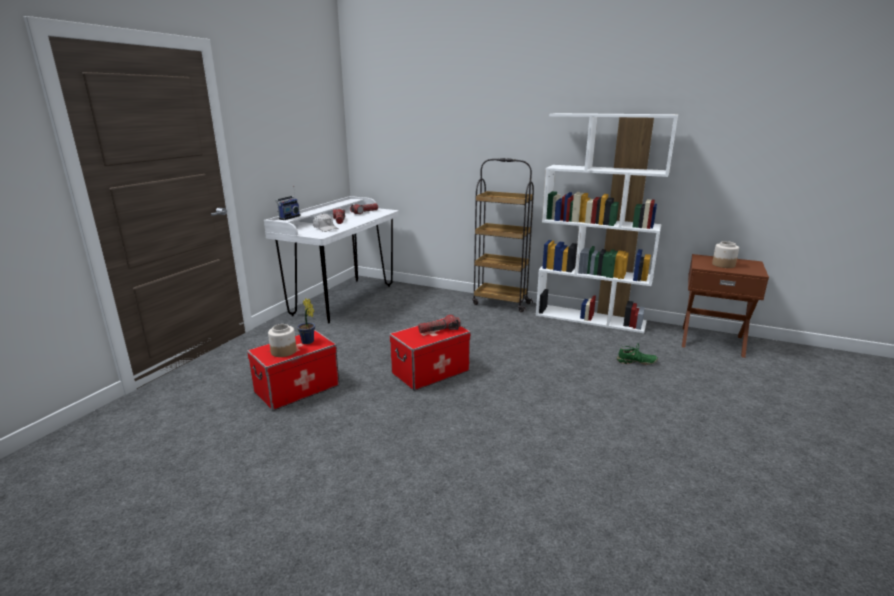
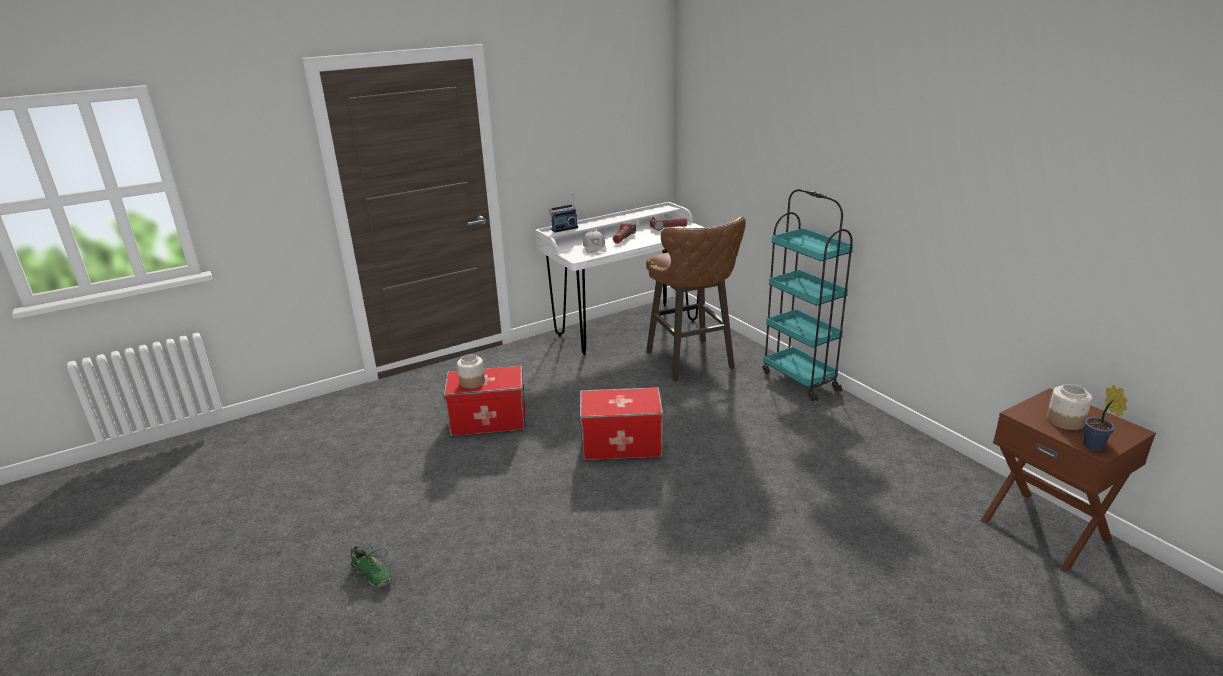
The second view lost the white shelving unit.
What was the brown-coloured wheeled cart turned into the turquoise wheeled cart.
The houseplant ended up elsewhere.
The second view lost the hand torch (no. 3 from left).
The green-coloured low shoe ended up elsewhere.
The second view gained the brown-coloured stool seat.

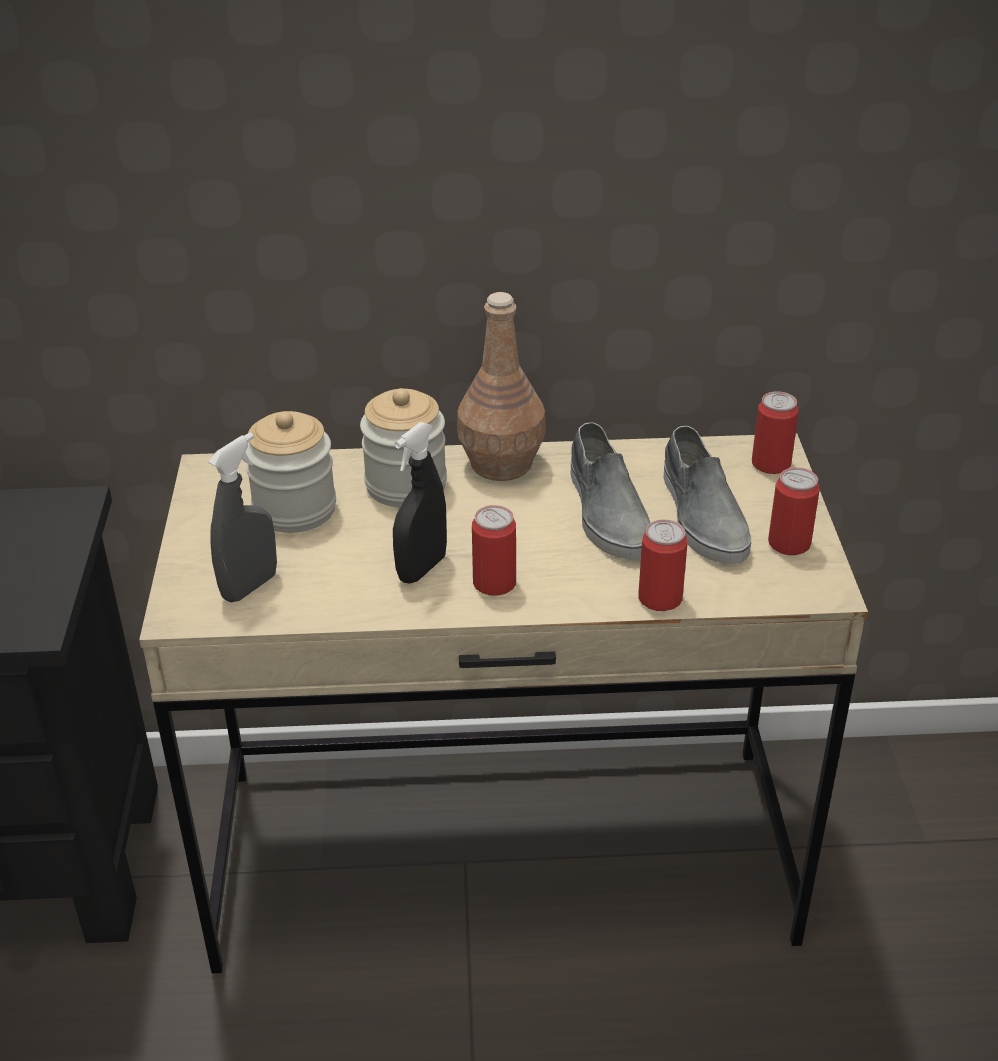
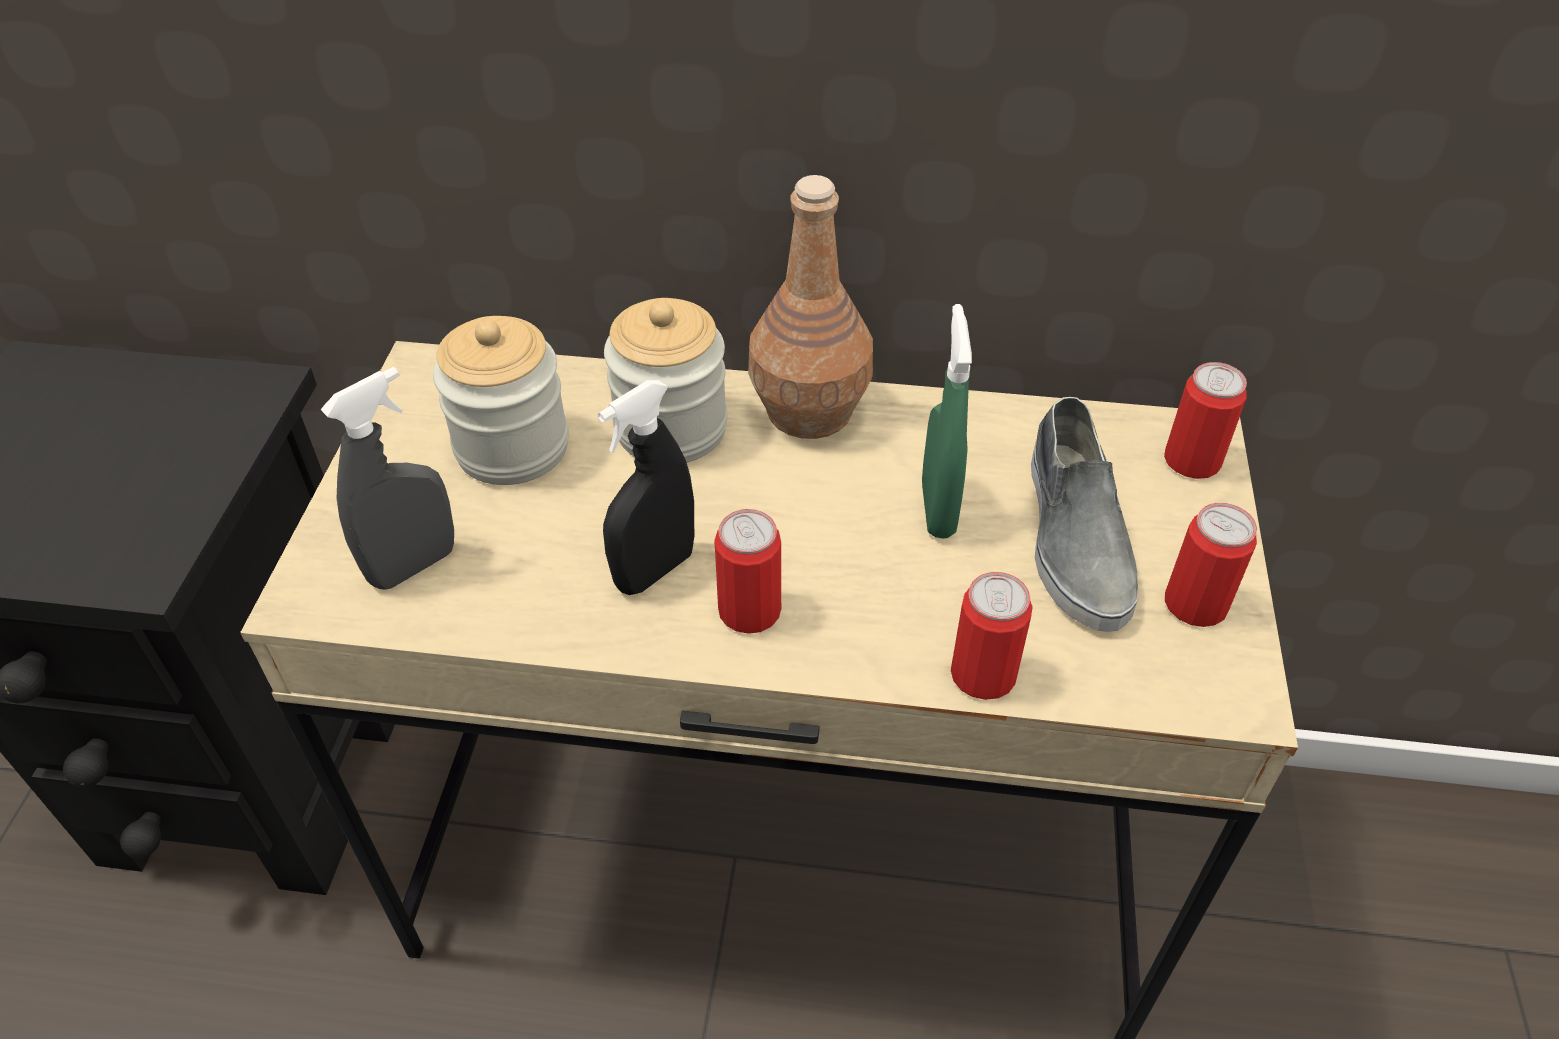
Where the gray low shoe (no. 1 from left) stood, the green-coloured hand sprayer came to stand.

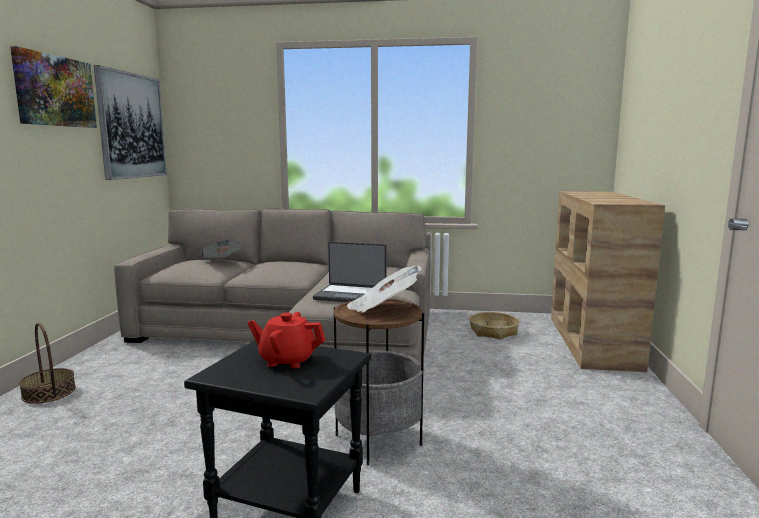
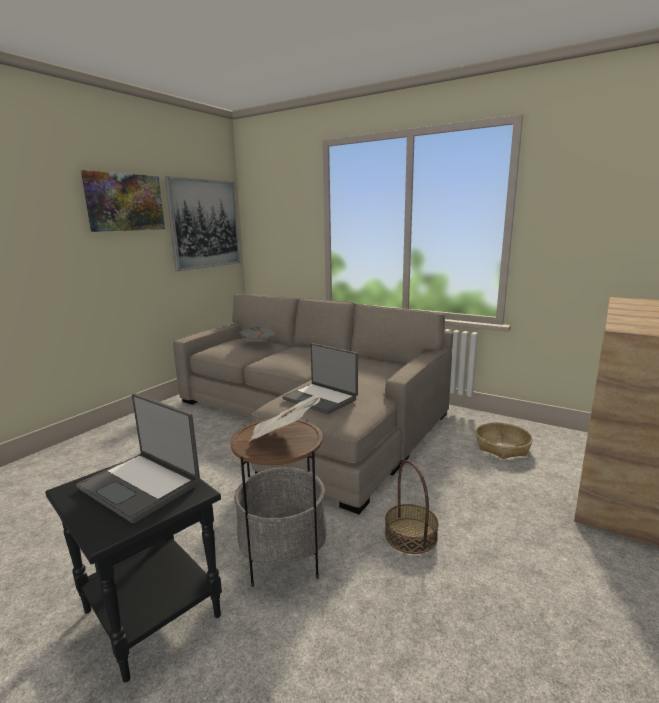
Where the red pot for tea stood, the notebook computer (no. 1 from left) came to stand.
The household basket (no. 1 from left) ended up elsewhere.

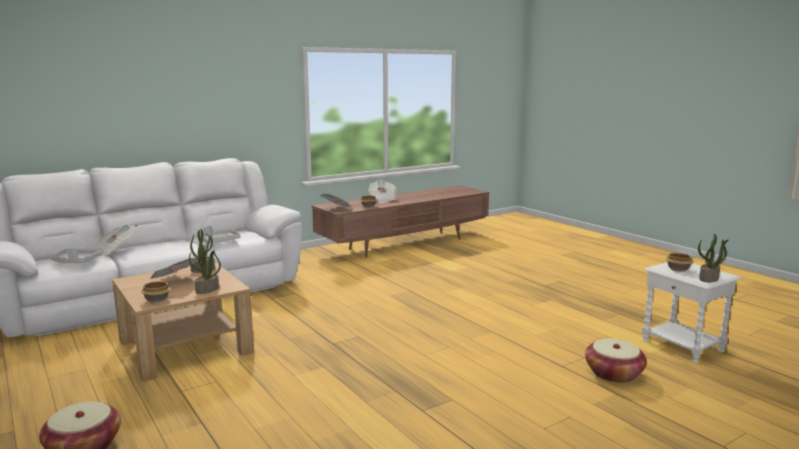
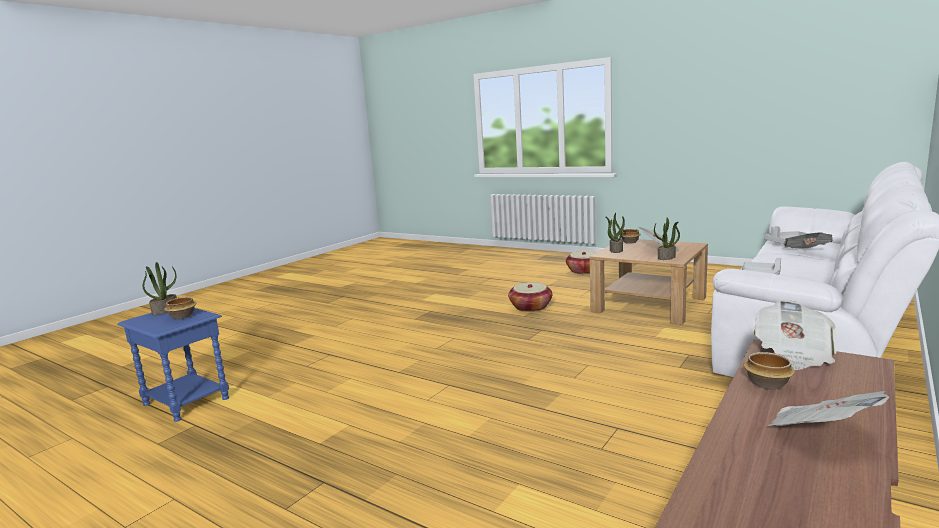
What was the white side table turned into the blue-coloured side table.
The household basket (no. 2 from left in the first image) ended up elsewhere.

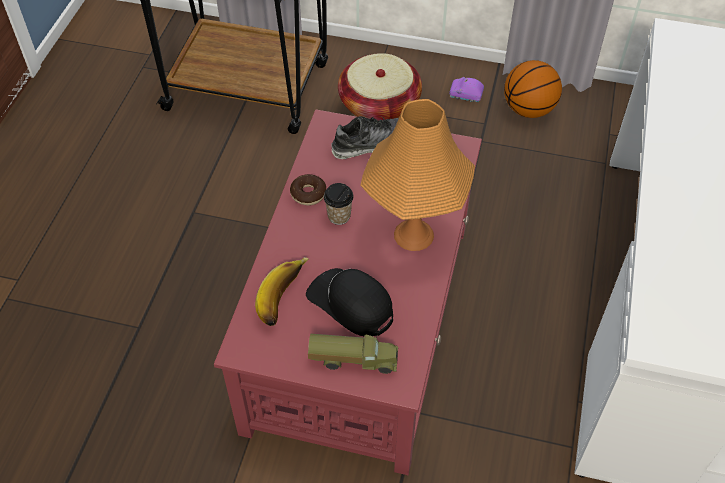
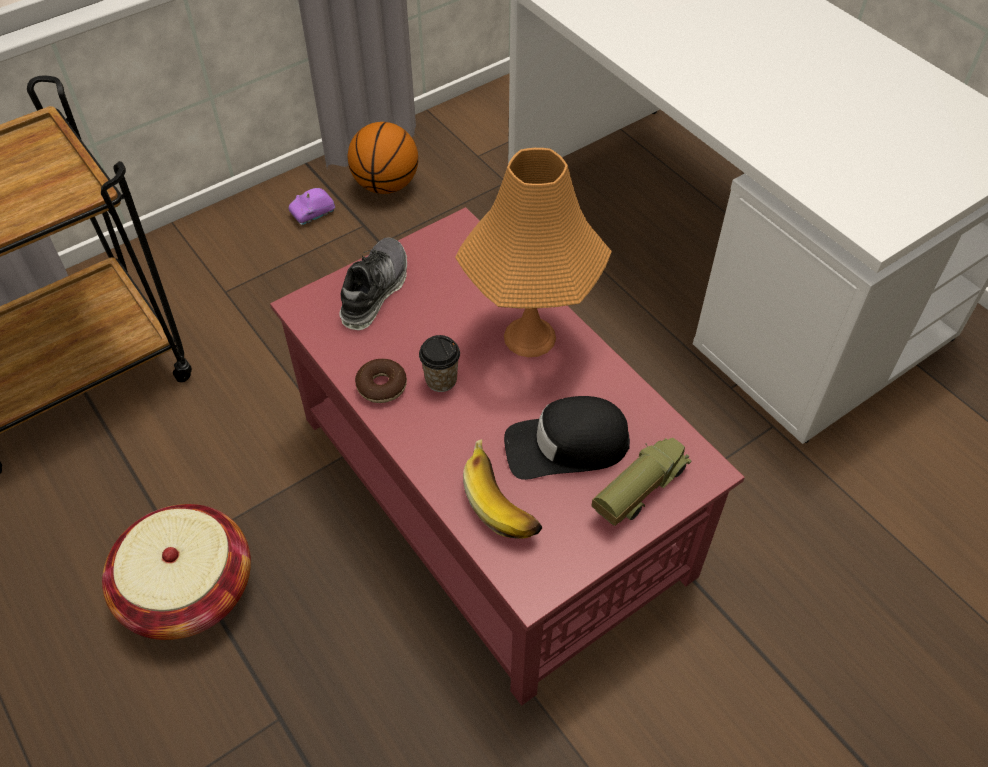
The household basket ended up elsewhere.

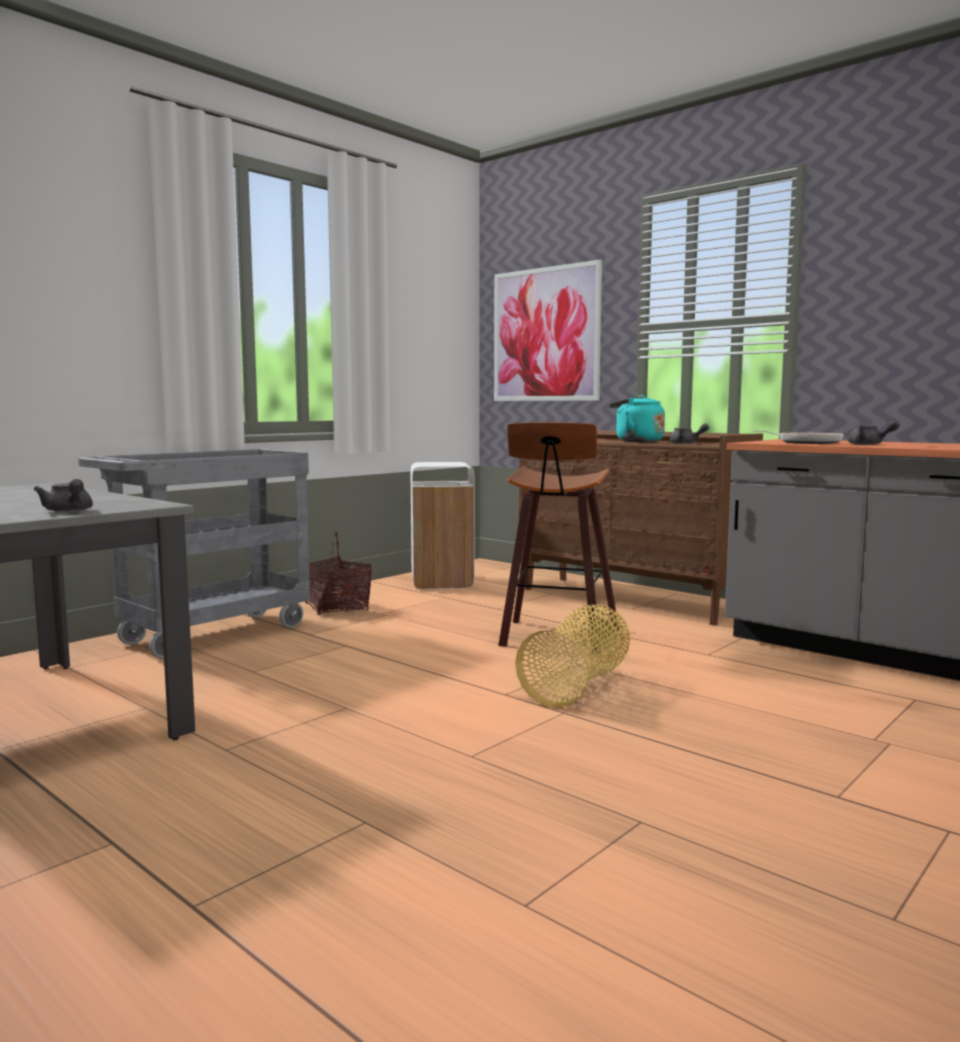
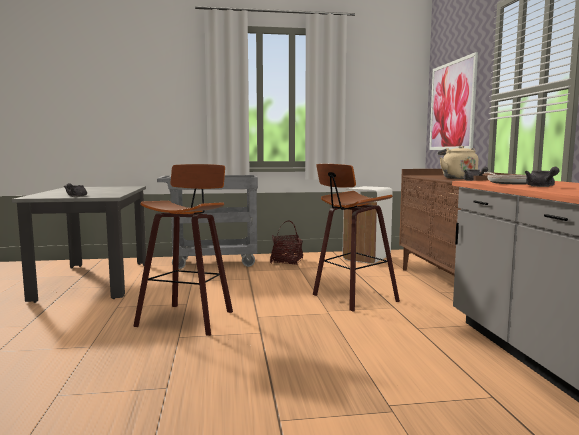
What was the turquoise kettle turned into the beige-coloured kettle.
The second view lost the household basket (no. 2 from left).
The second view gained the stool seat (no. 1 from left).

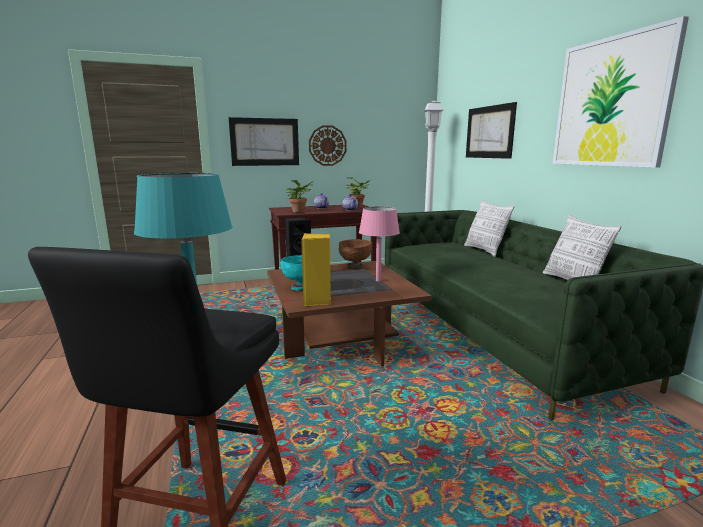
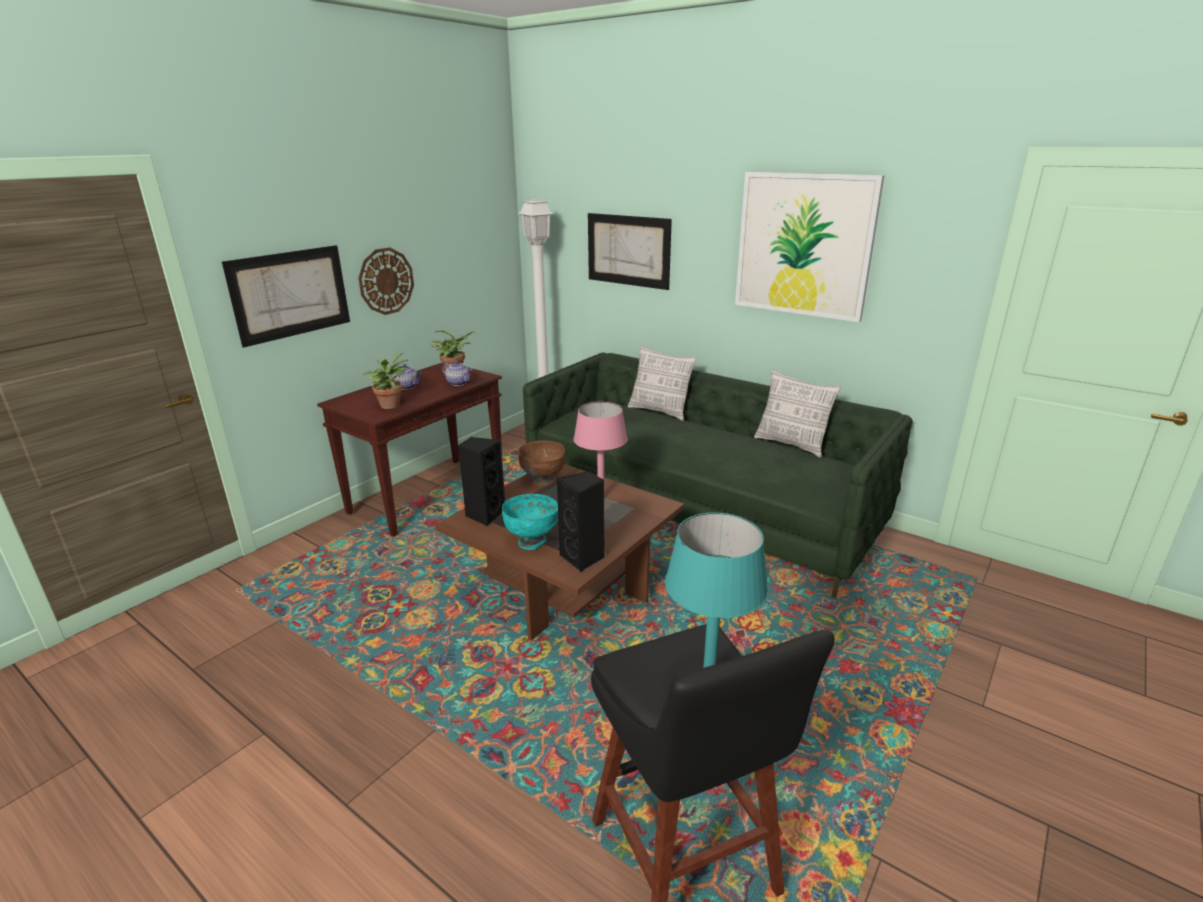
What was the yellowish speaker turned into the blackish speaker (no. 2 from left).

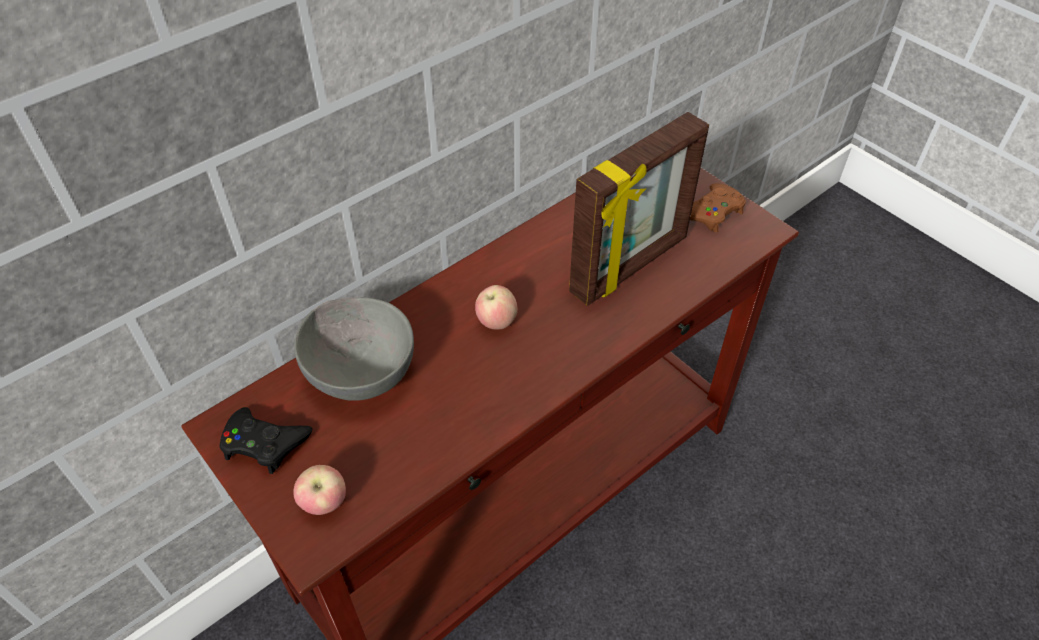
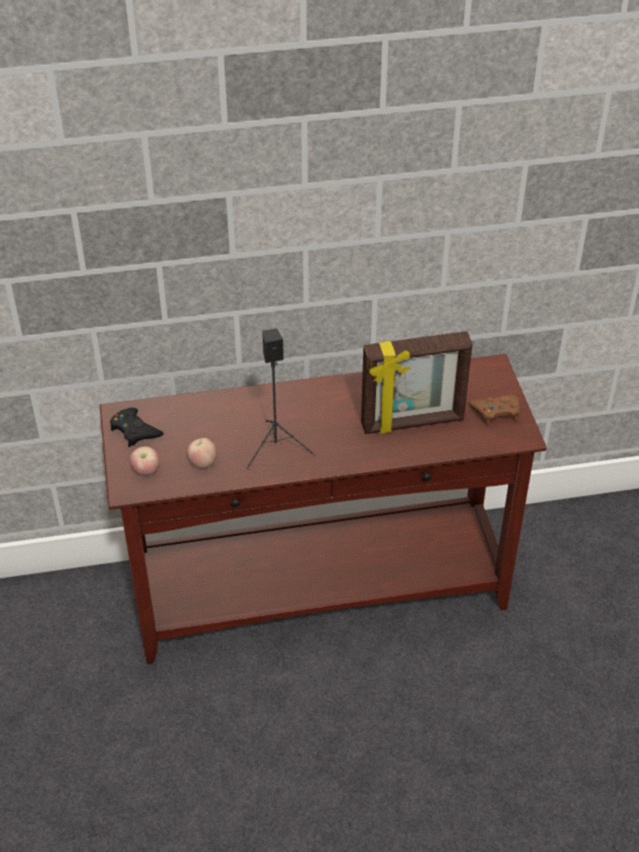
The apple (no. 2 from left) ended up elsewhere.
The second view lost the gray serving bowl.
The second view gained the blackish speaker.

